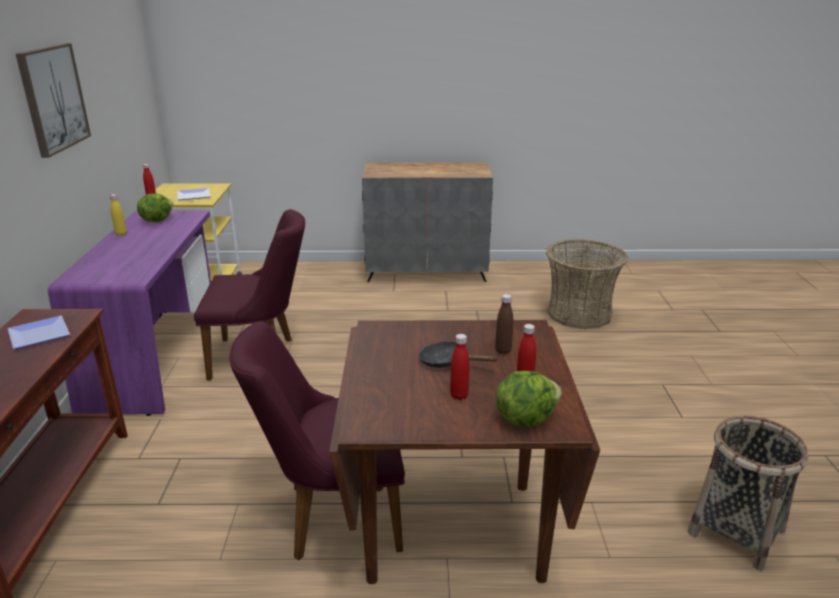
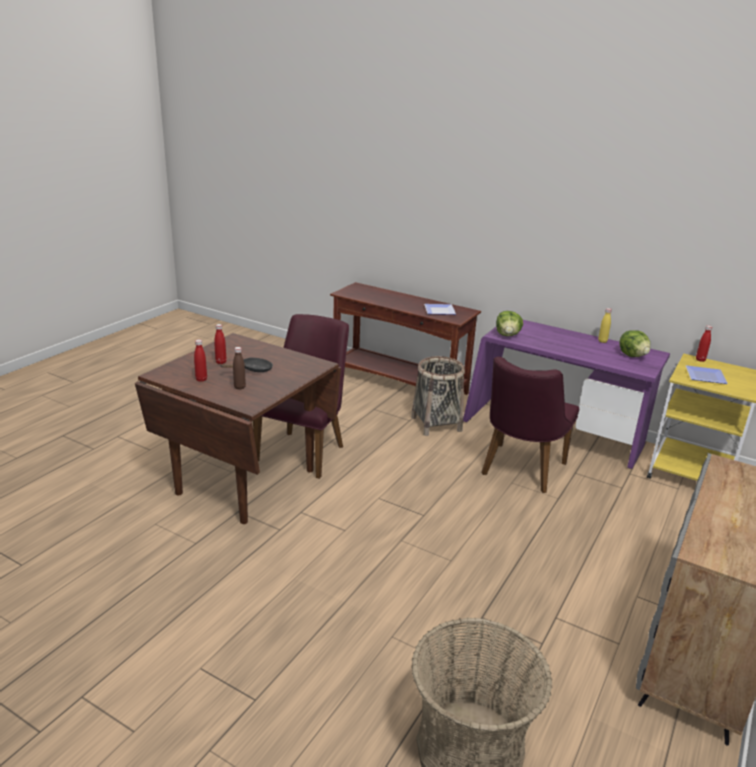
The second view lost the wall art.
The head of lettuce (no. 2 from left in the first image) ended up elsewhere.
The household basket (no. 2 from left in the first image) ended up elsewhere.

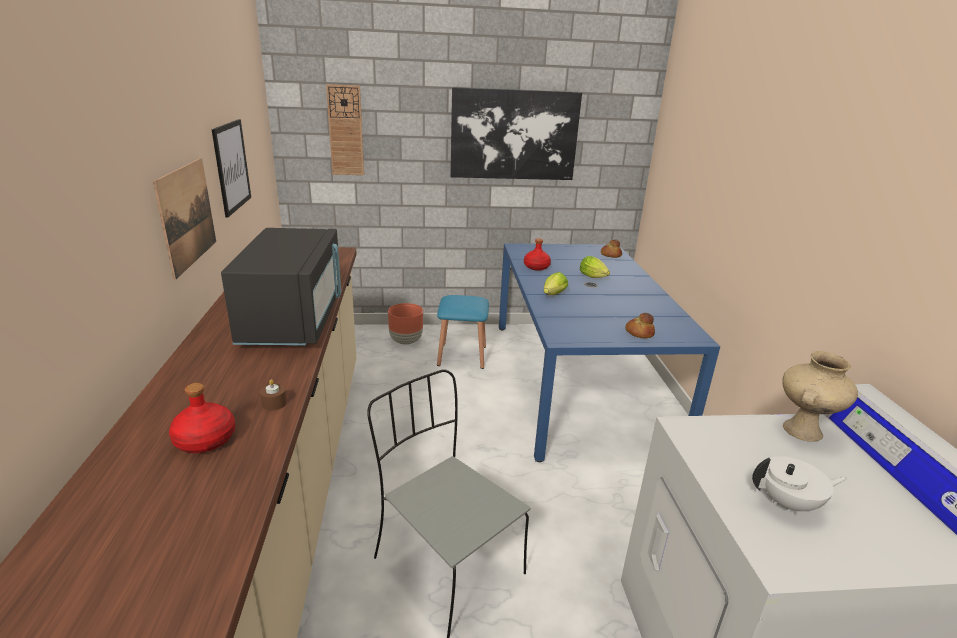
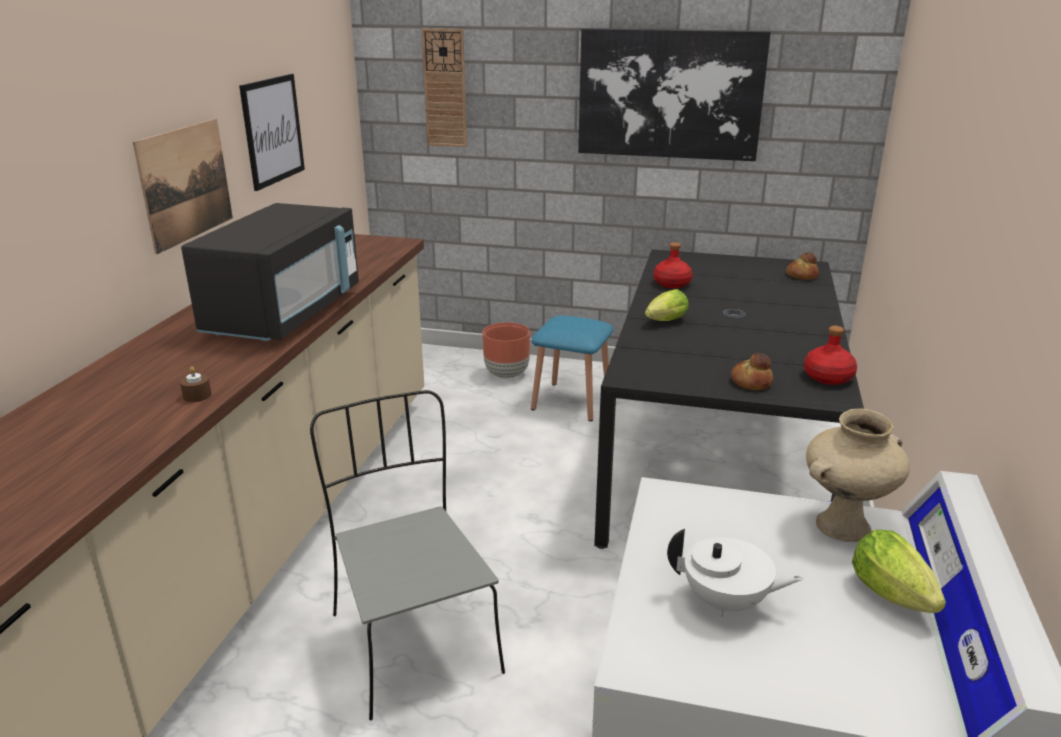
What was the blue-coloured kitchen table turned into the blackish kitchen table.
The head of lettuce (no. 2 from left) ended up elsewhere.
The red drink bottle (no. 1 from left in the first image) ended up elsewhere.

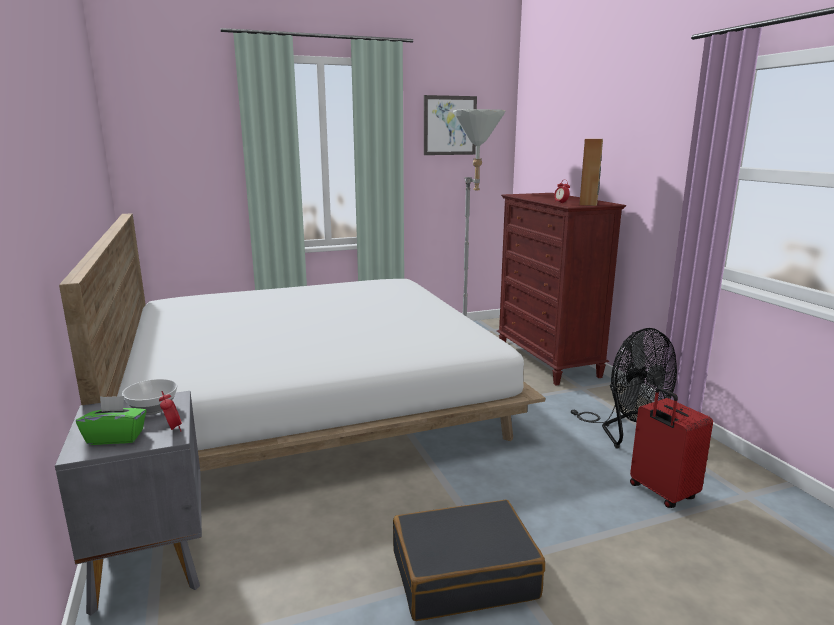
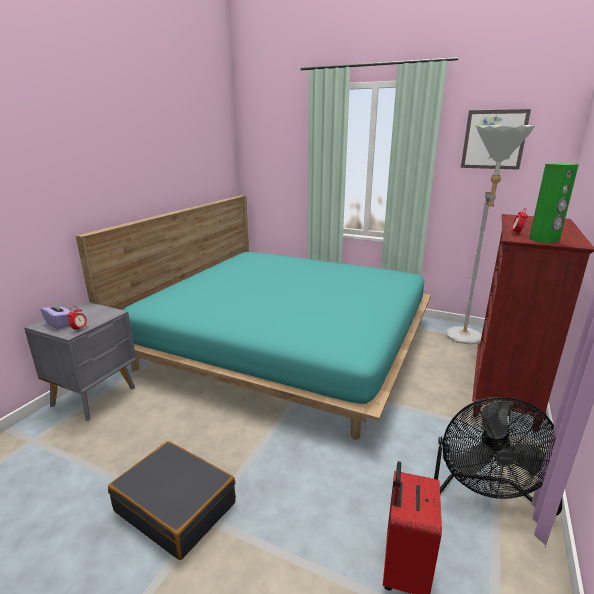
What was the brown-coloured speaker turned into the green-coloured speaker.
What was the white bedroom bed turned into the turquoise bedroom bed.
The second view lost the serving bowl.
What was the green-coloured tissue box turned into the purple-coloured tissue box.

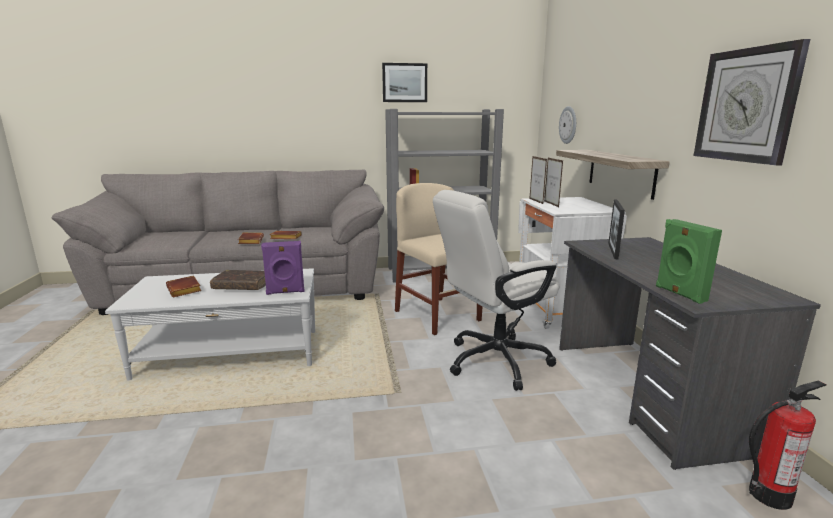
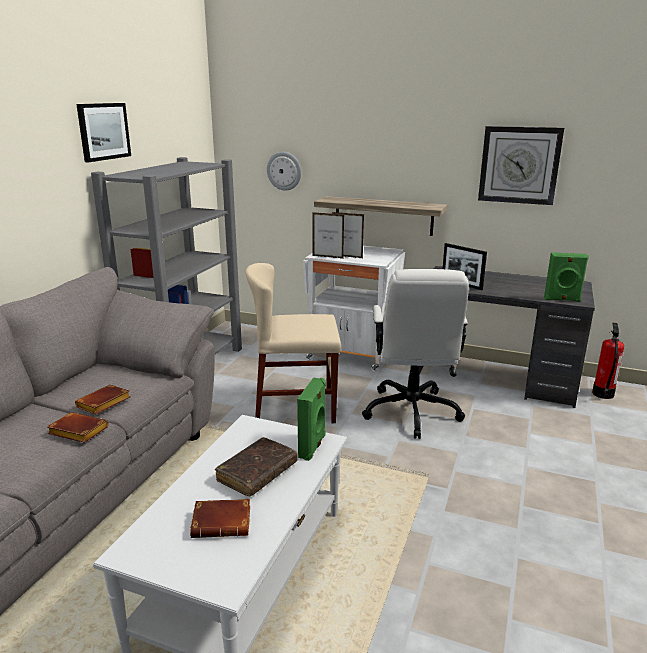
What was the purple-coloured speaker turned into the green-coloured speaker (no. 1 from left).

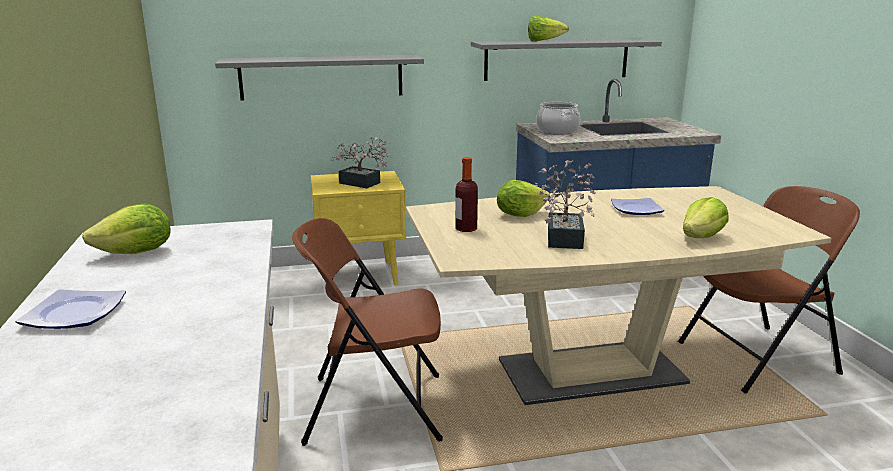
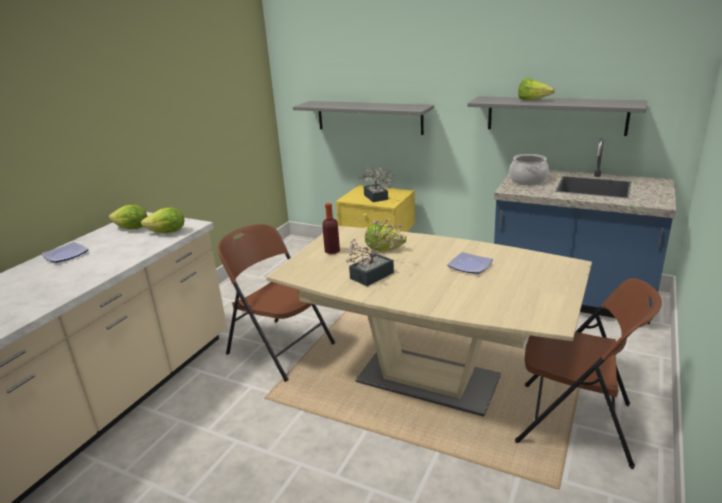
The head of lettuce (no. 4 from left in the first image) ended up elsewhere.

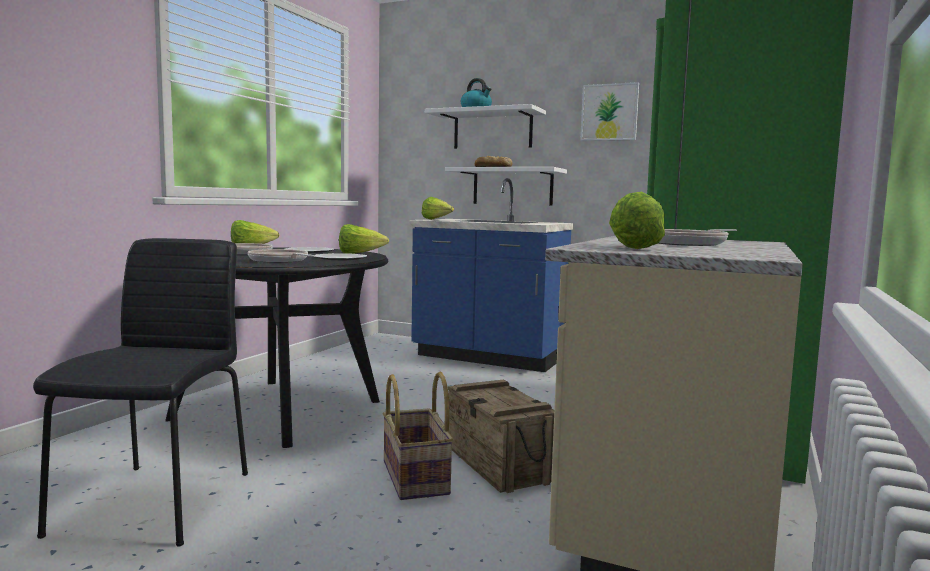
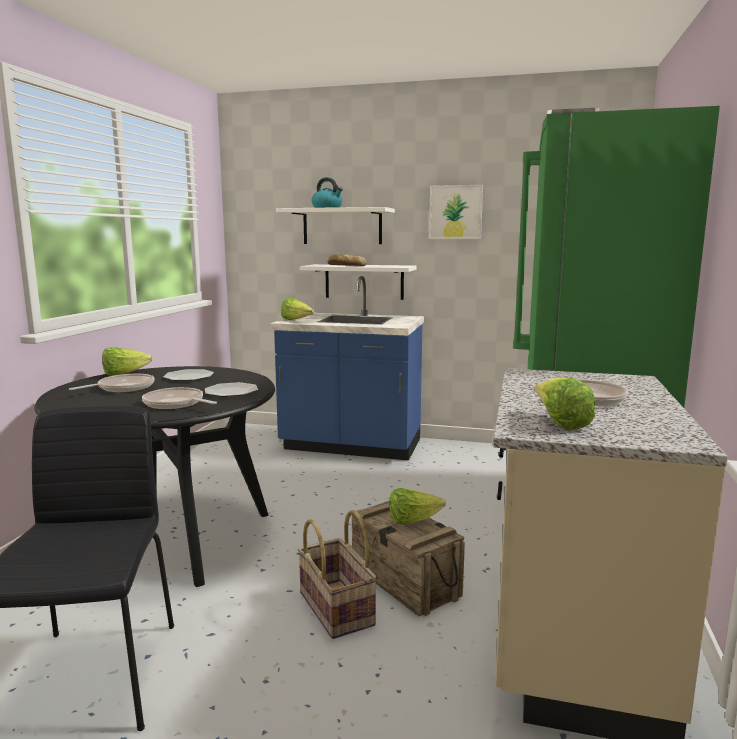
The head of lettuce (no. 2 from left in the first image) ended up elsewhere.

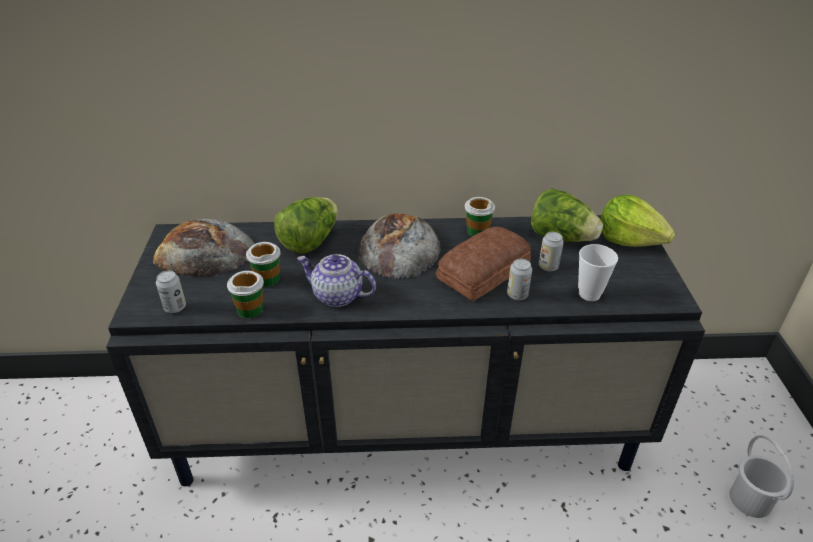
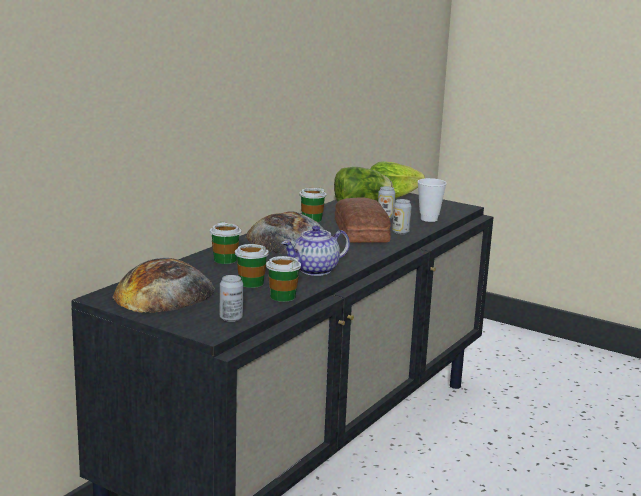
Where the head of lettuce (no. 1 from left) stood, the drinking cup (no. 1 from left) came to stand.
The second view lost the white bucket.

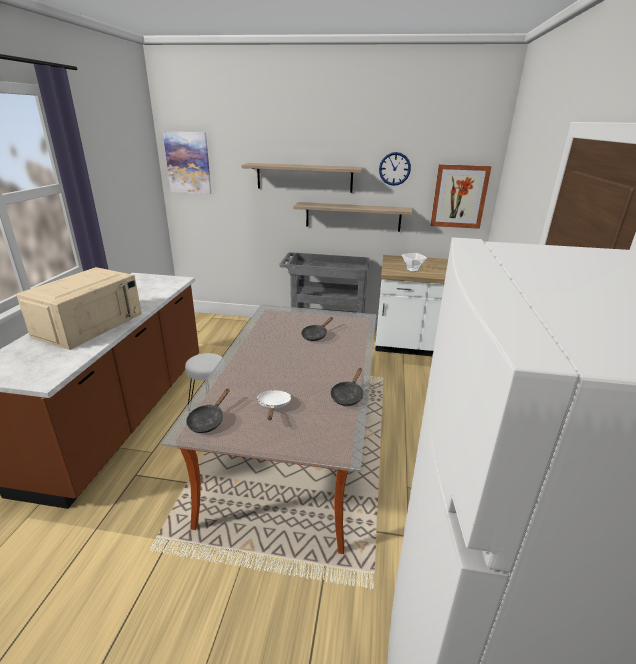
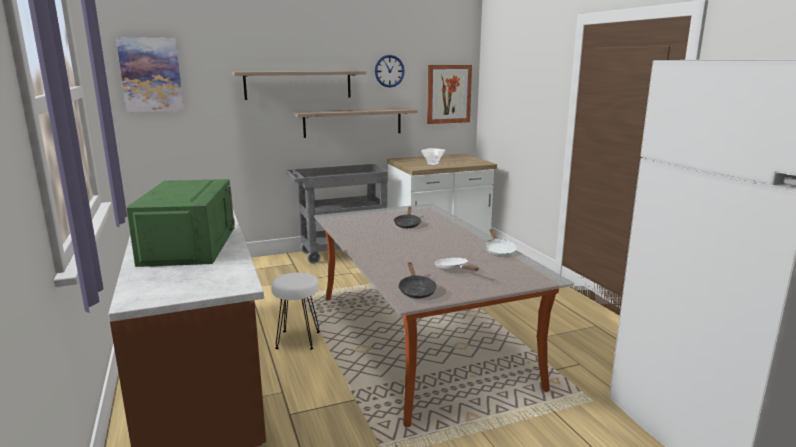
What was the beige-coloured microwave oven turned into the green-coloured microwave oven.
What was the blackish frying pan (no. 3 from left) turned into the white frying pan (no. 2 from left).

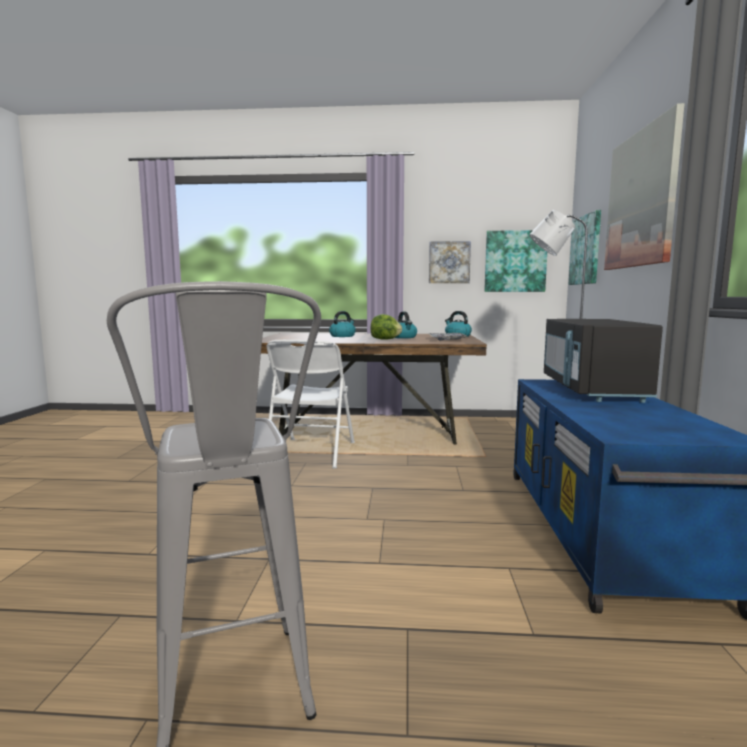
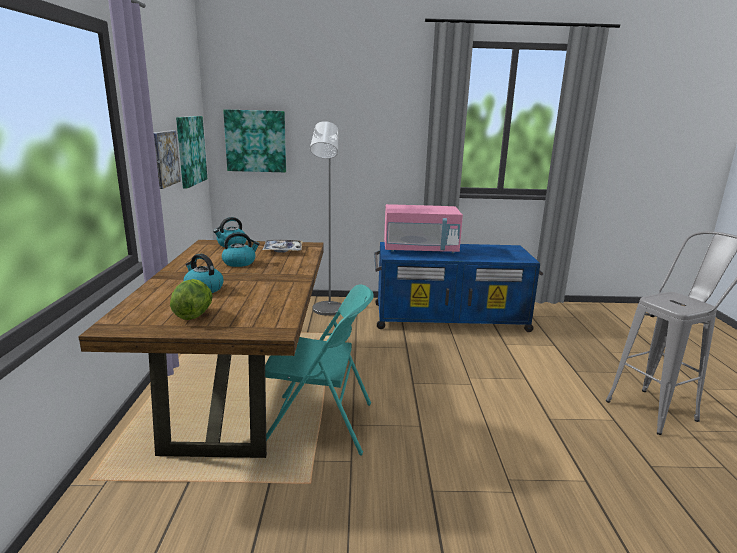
The second view lost the wall art (no. 4 from left).
The head of lettuce ended up elsewhere.
What was the blackish microwave oven turned into the pink microwave oven.
What was the white chair turned into the turquoise chair.

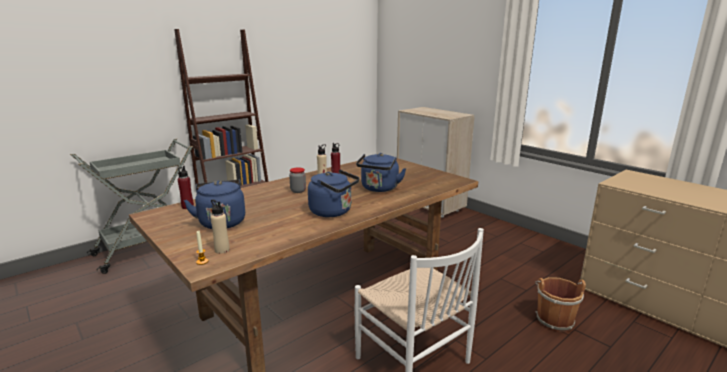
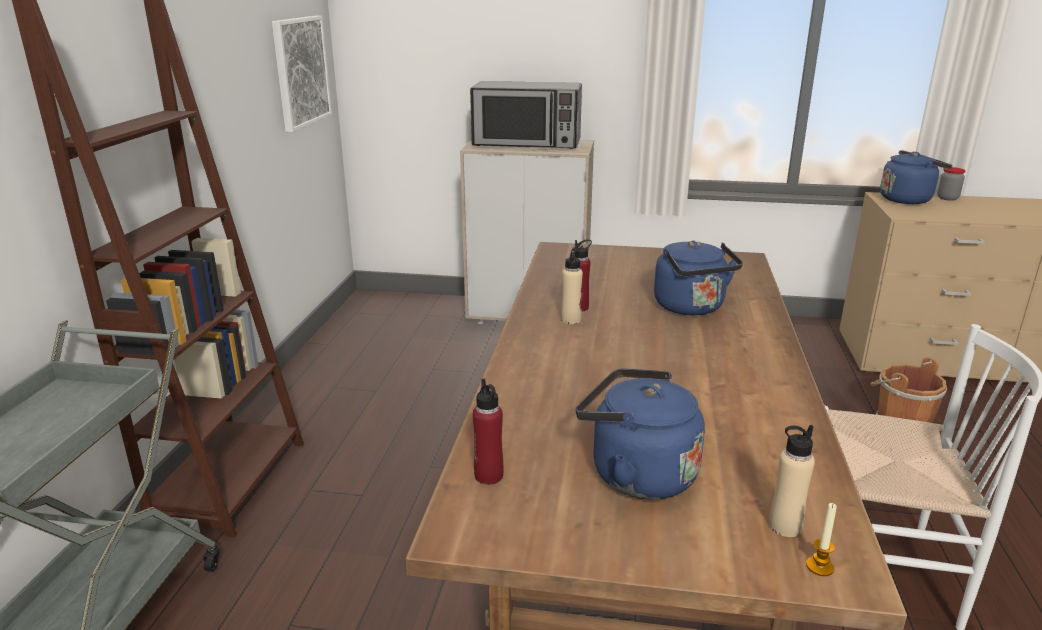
The preserve jar ended up elsewhere.
The blue-coloured kettle (no. 2 from left in the first image) ended up elsewhere.
The second view gained the wall art.
The second view gained the microwave oven.

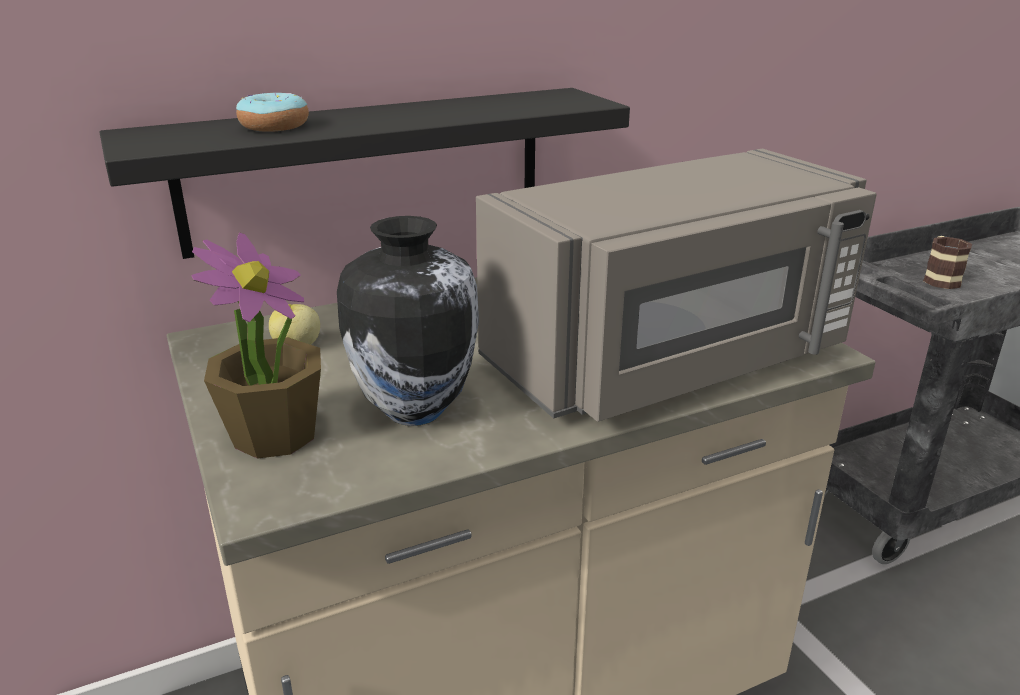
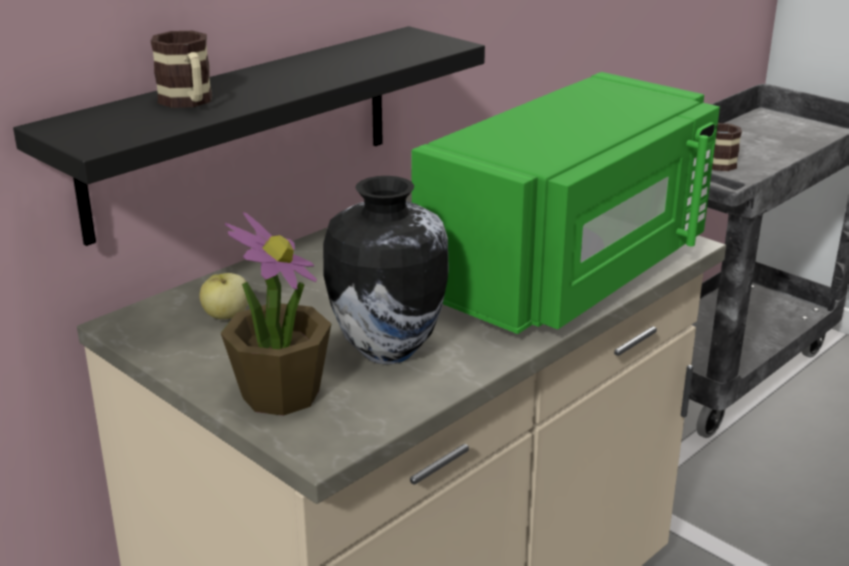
Where the donut stood, the mug (no. 1 from left) came to stand.
What was the gray microwave oven turned into the green-coloured microwave oven.

